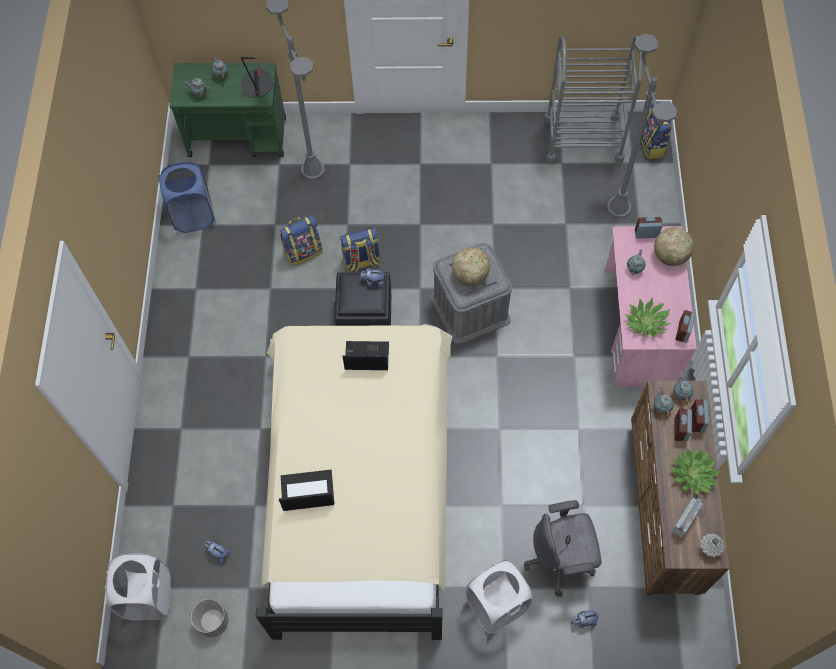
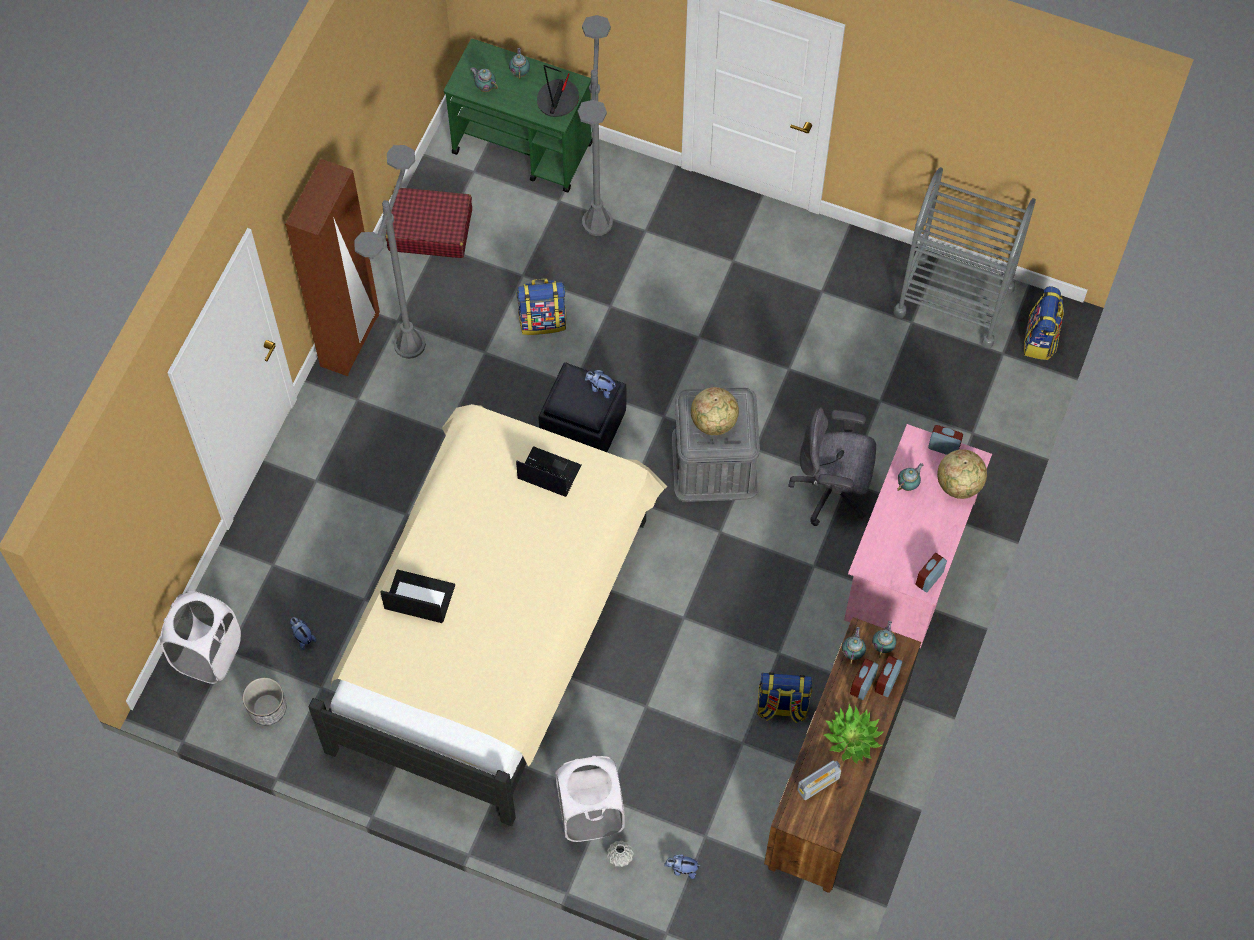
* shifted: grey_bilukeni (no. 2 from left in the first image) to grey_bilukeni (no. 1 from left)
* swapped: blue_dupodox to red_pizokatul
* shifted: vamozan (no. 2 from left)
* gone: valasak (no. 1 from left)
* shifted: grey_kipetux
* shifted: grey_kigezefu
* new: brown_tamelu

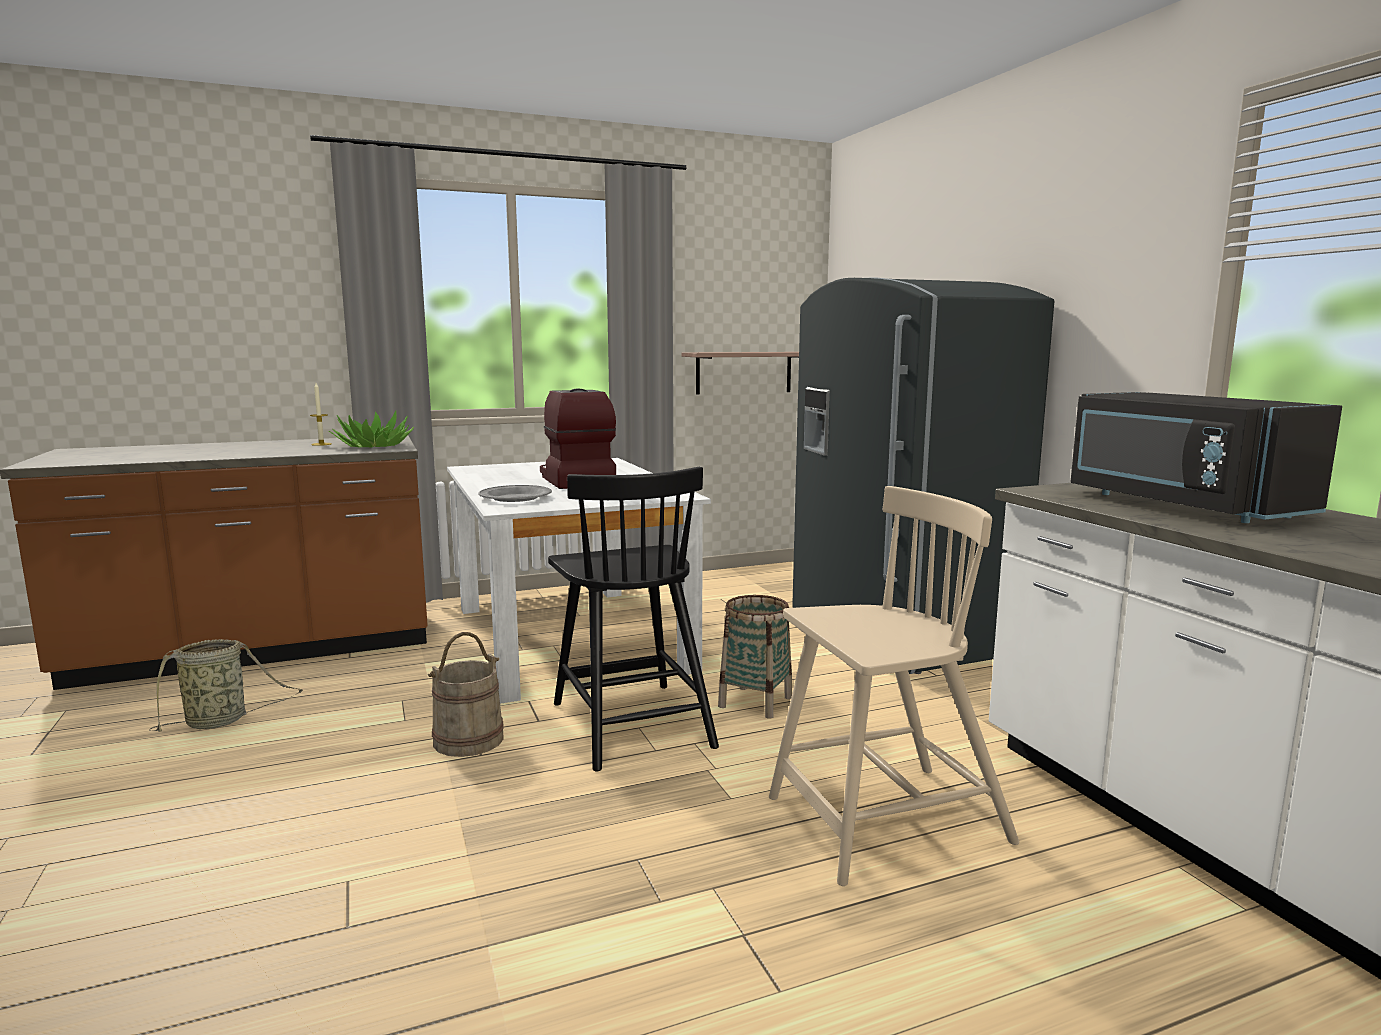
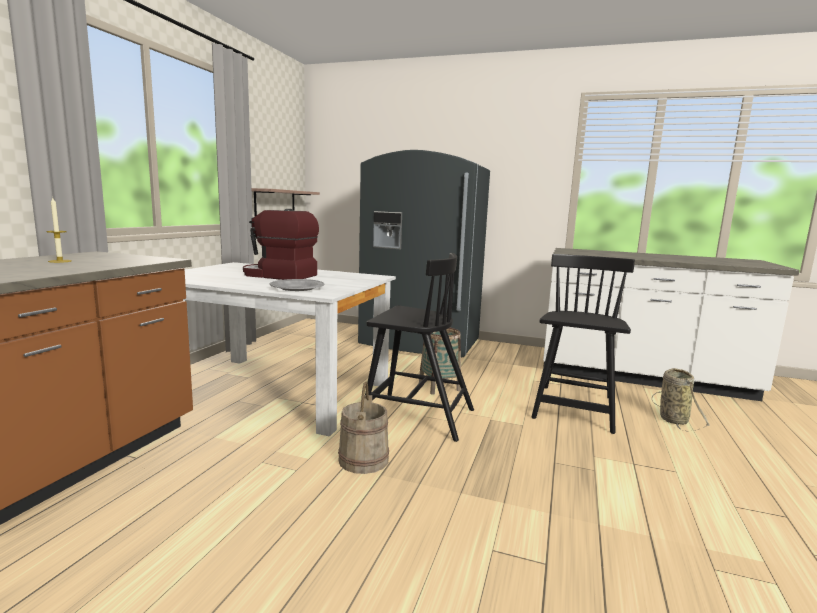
* gone: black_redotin
* gone: valasak
* repainted: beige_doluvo to black_doluvo (no. 2 from left)
* shifted: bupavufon (no. 1 from left in the first image) to bupavufon (no. 2 from left)

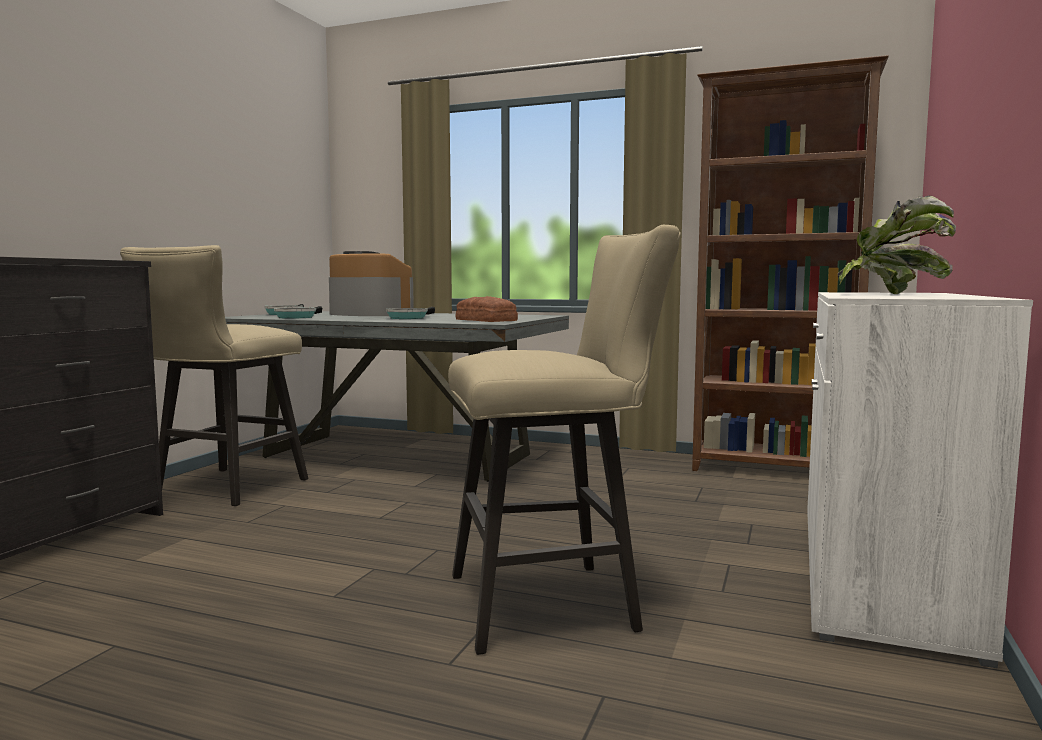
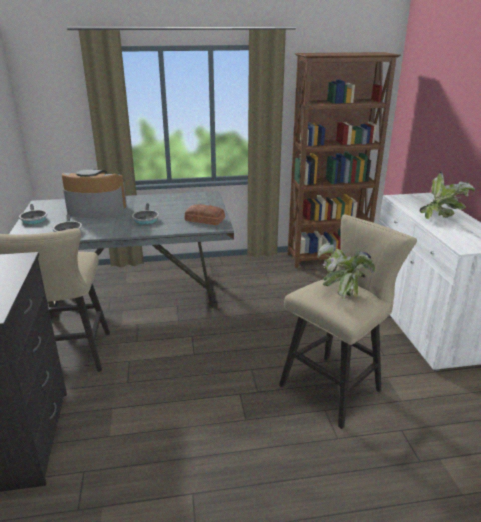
* new: valasak (no. 1 from left)

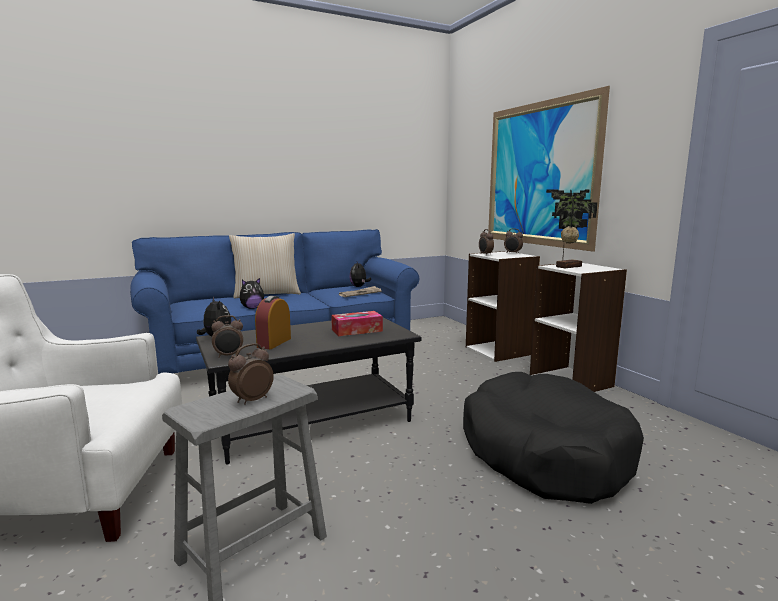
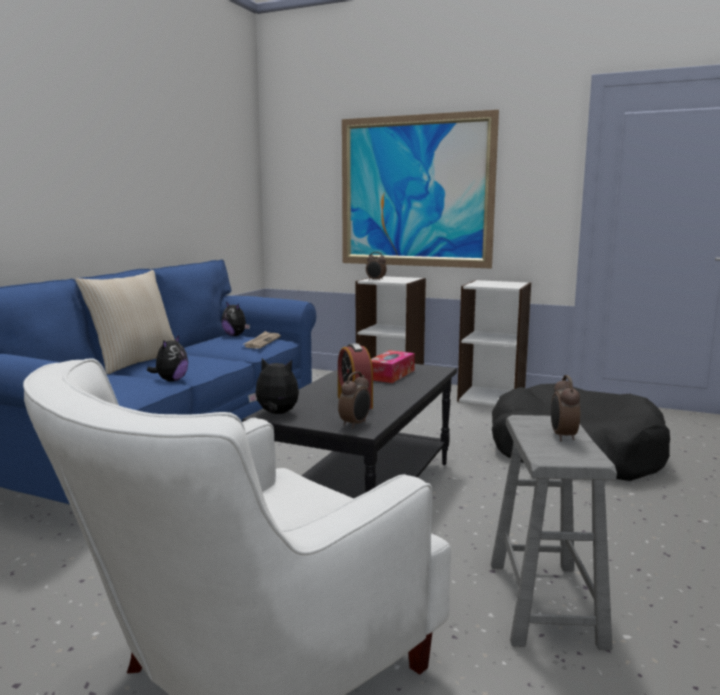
* gone: valasak
* gone: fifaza (no. 5 from left)

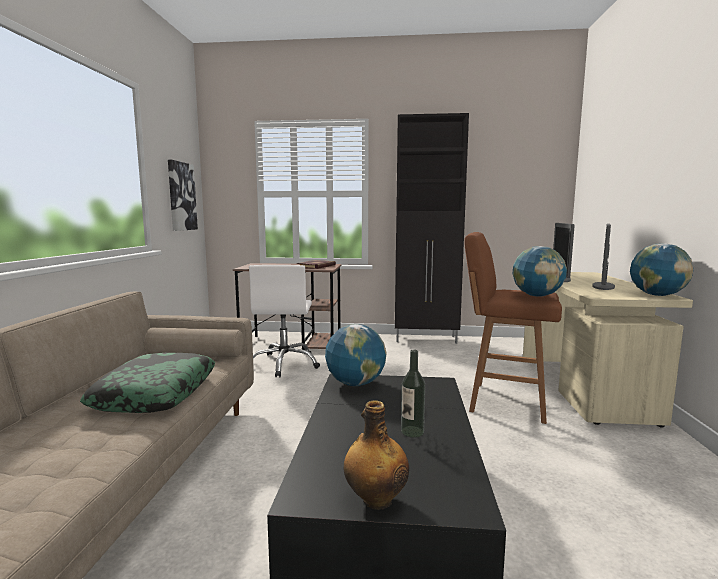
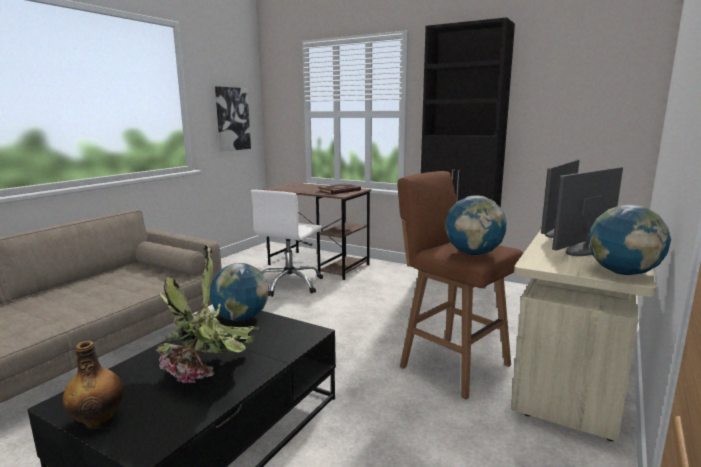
* swapped: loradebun (no. 2 from left) to valasak
* gone: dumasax

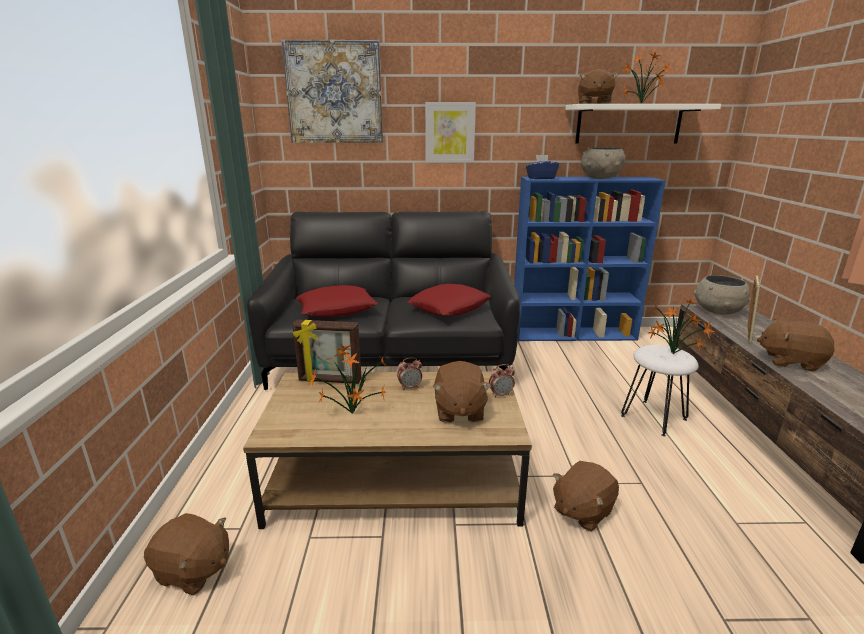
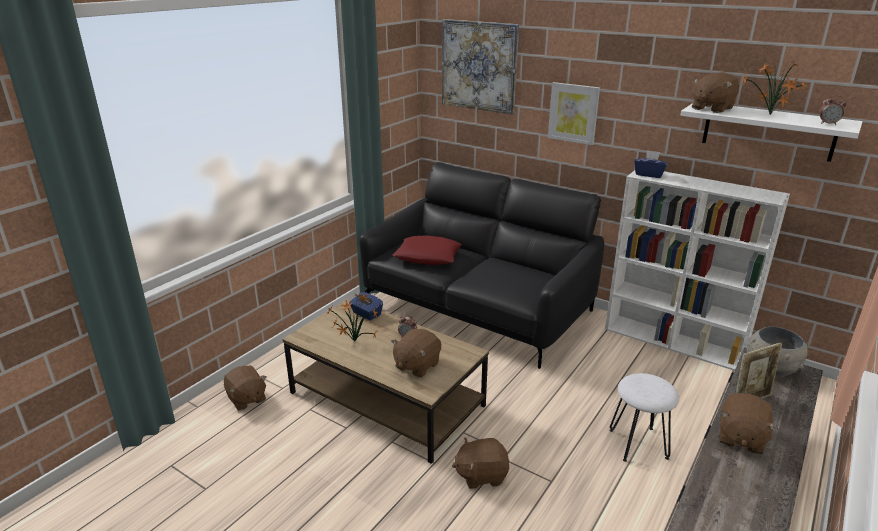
* gone: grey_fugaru (no. 1 from left)
* repainted: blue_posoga to white_posoga
* gone: red_dumasax (no. 2 from left)
* gone: valasak (no. 3 from left)
* rotated: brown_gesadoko (no. 5 from left) 120 degrees counterclockwise
* swapped: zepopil (no. 1 from left) to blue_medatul (no. 1 from left)
* shifted: fifaza (no. 2 from left)

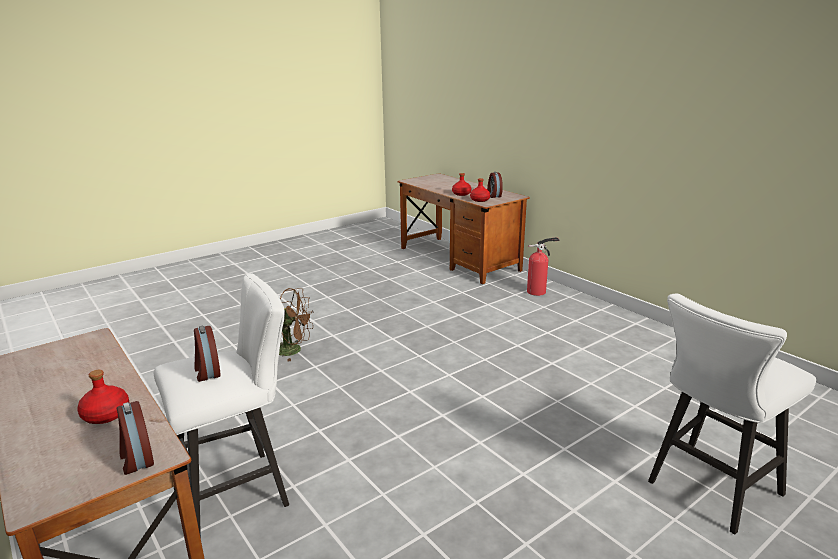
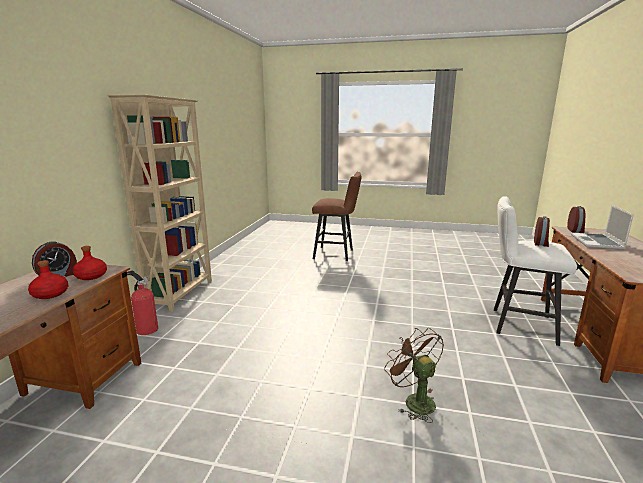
* repainted: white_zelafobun (no. 2 from left) to brown_zelafobun
* swapped: red_loradebun (no. 1 from left) to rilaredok
* new: beige_posoga

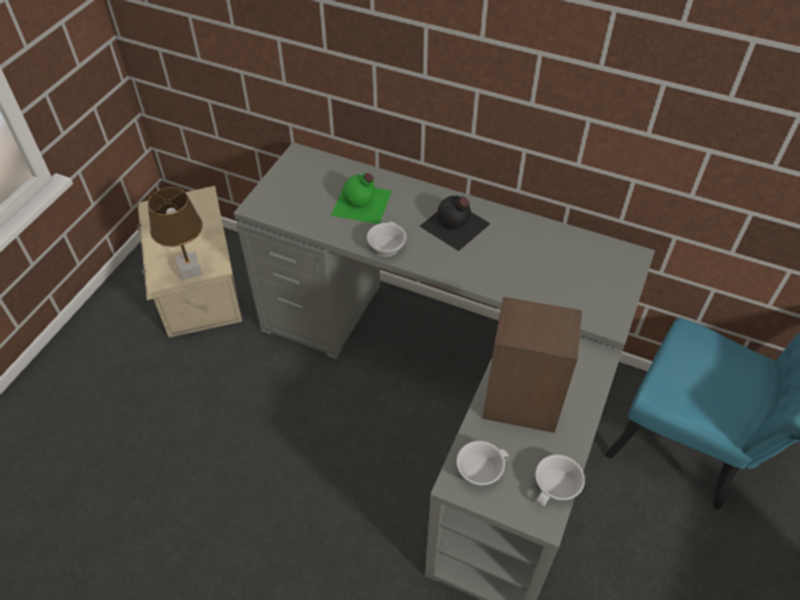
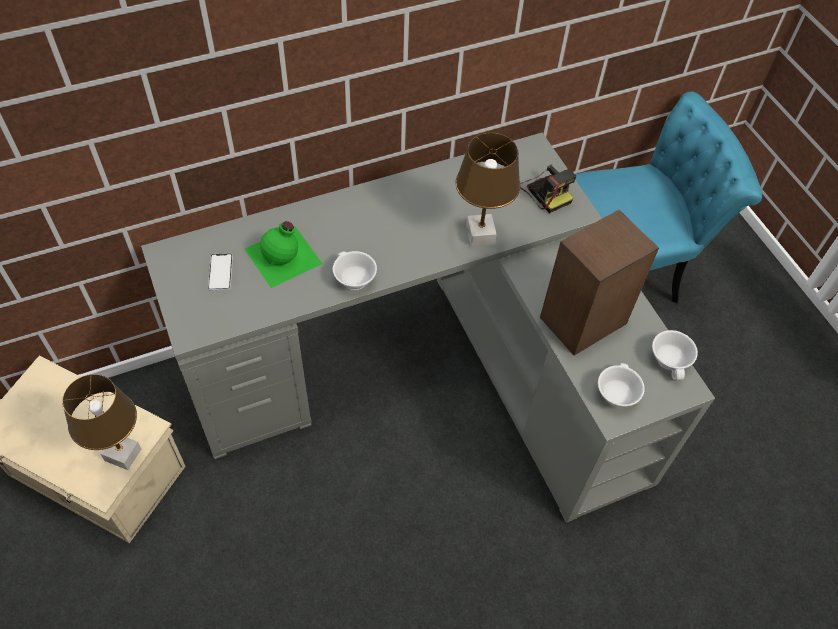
* gone: black_loradebun
* new: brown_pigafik (no. 2 from left)
* new: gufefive
* new: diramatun

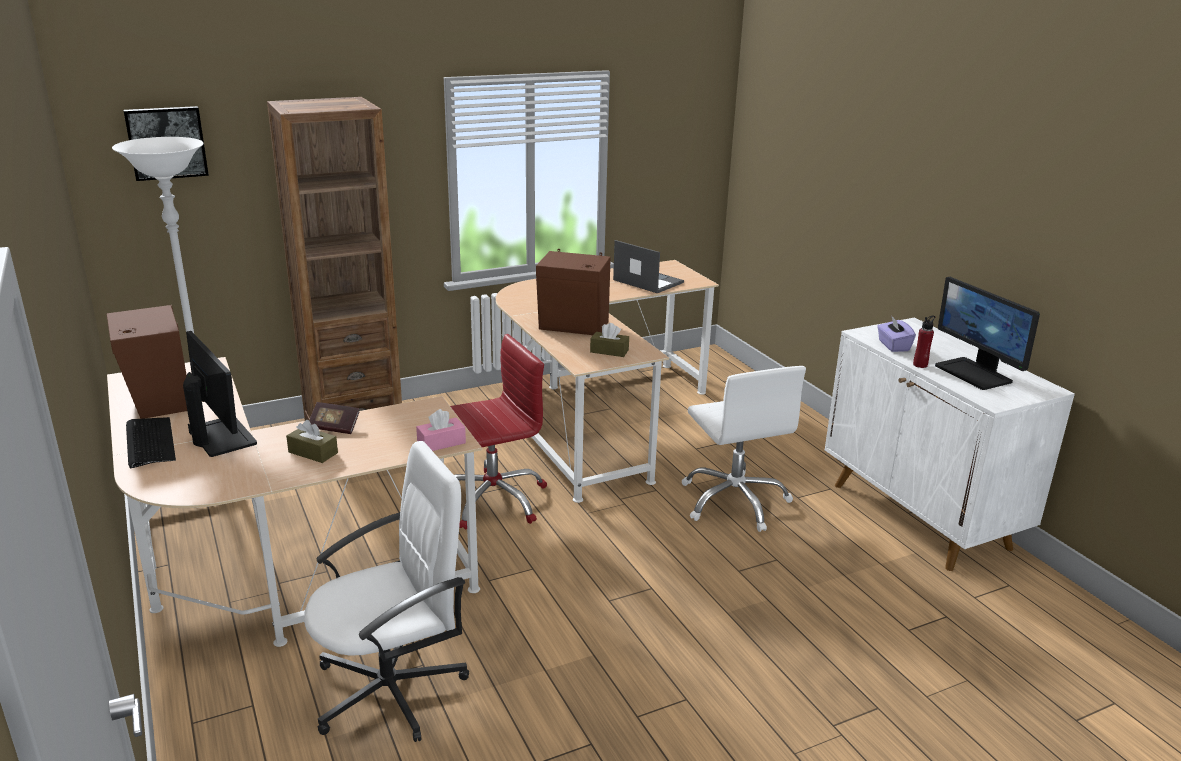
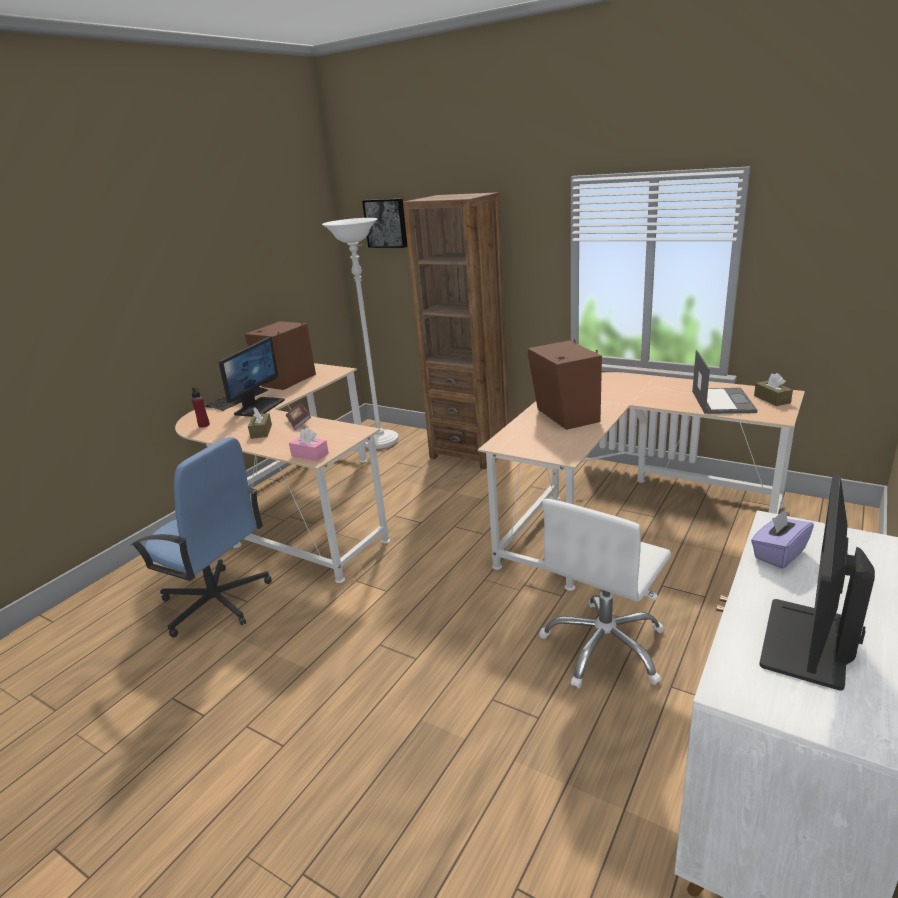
* shifted: red_loradebun
* shifted: brown_medatul (no. 2 from left)
* gone: red_kipetux
* repainted: white_kipetux (no. 1 from left) to blue_kipetux

